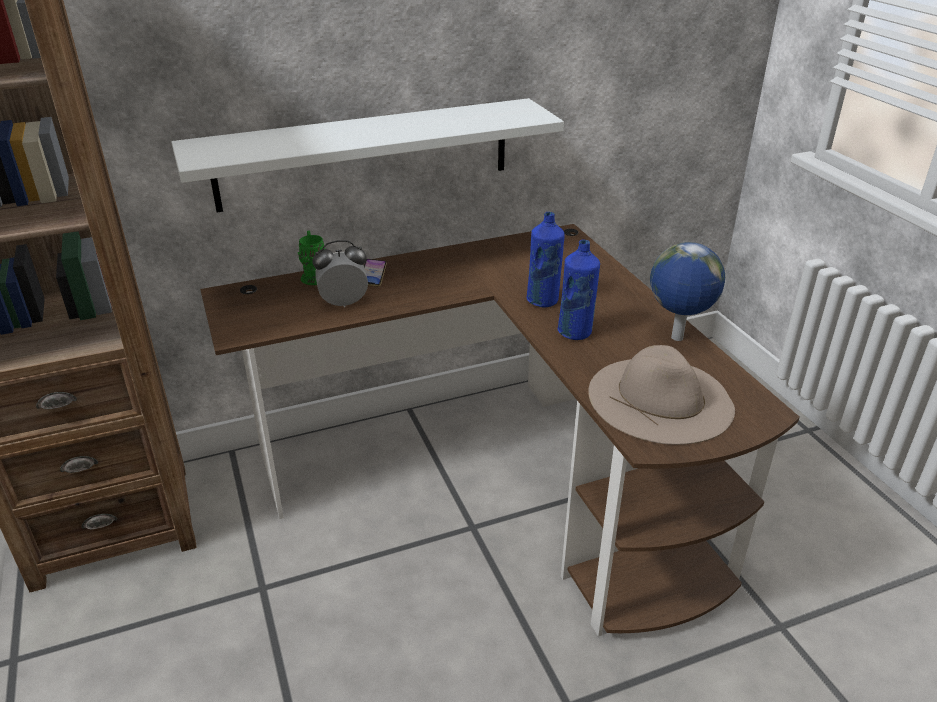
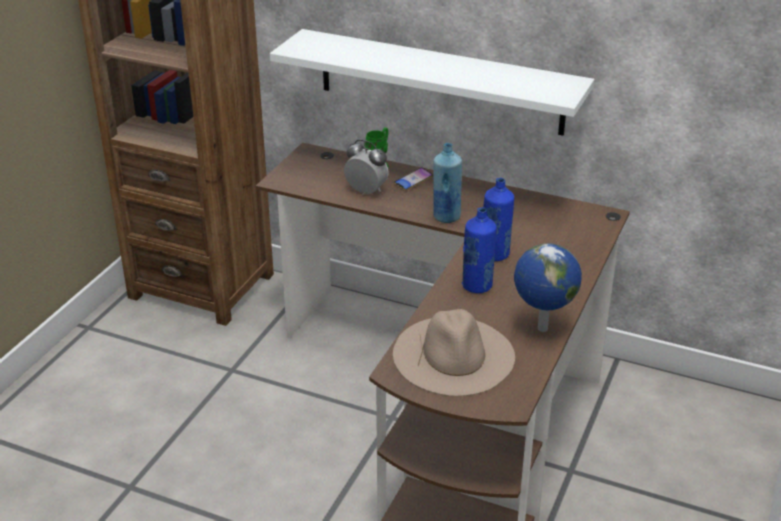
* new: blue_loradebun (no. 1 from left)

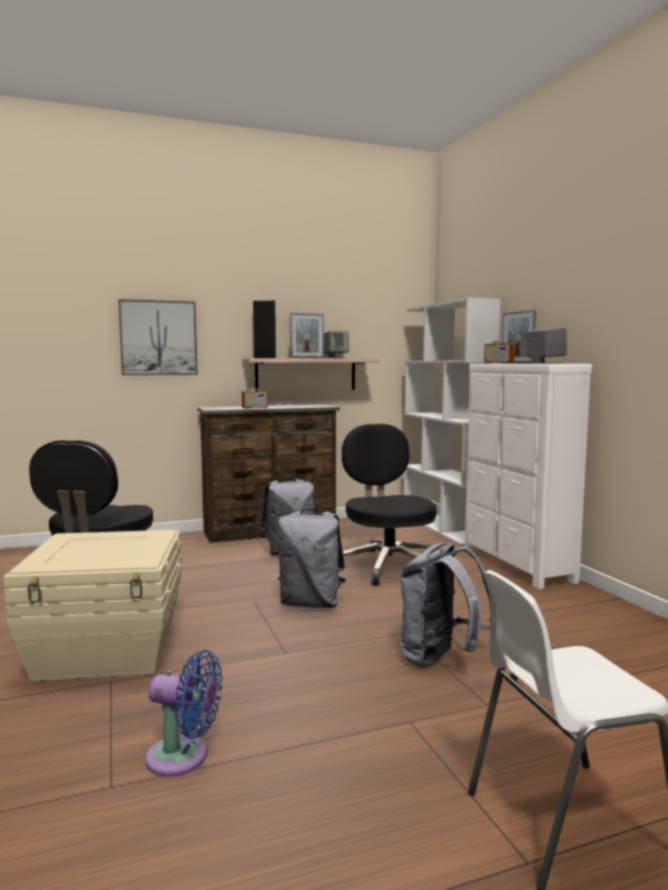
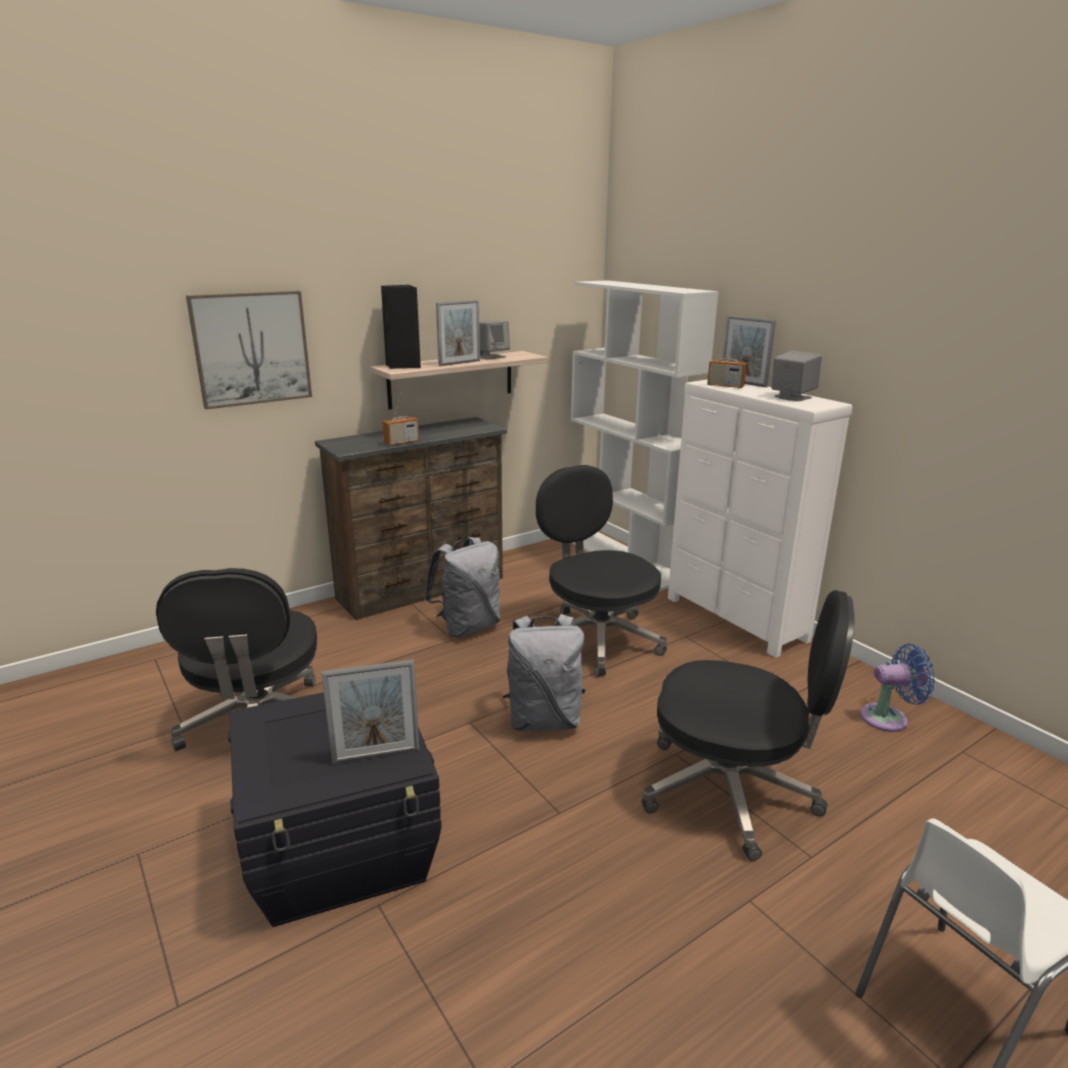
* repainted: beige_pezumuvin to black_pezumuvin
* swapped: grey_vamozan (no. 3 from left) to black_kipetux (no. 3 from left)
* shifted: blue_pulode
* new: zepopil (no. 1 from left)

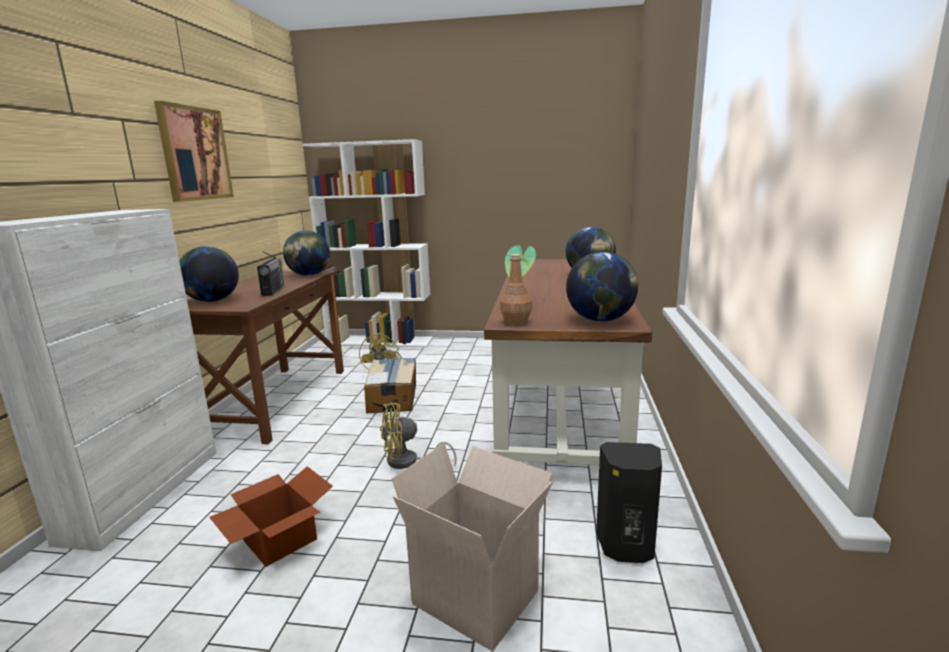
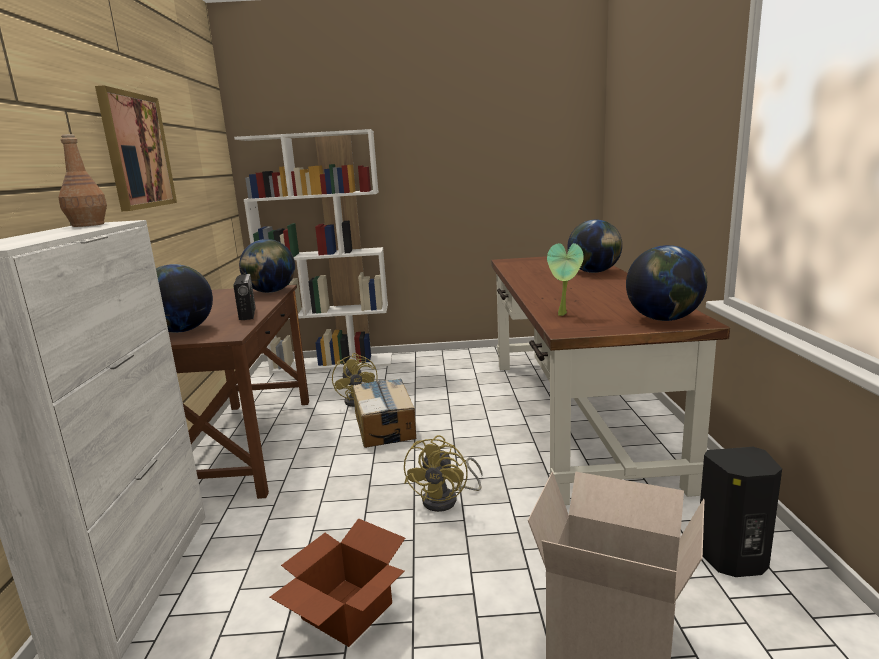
* shifted: brown_loradebun
* rotated: yellow_pulode (no. 2 from left) 45 degrees counterclockwise

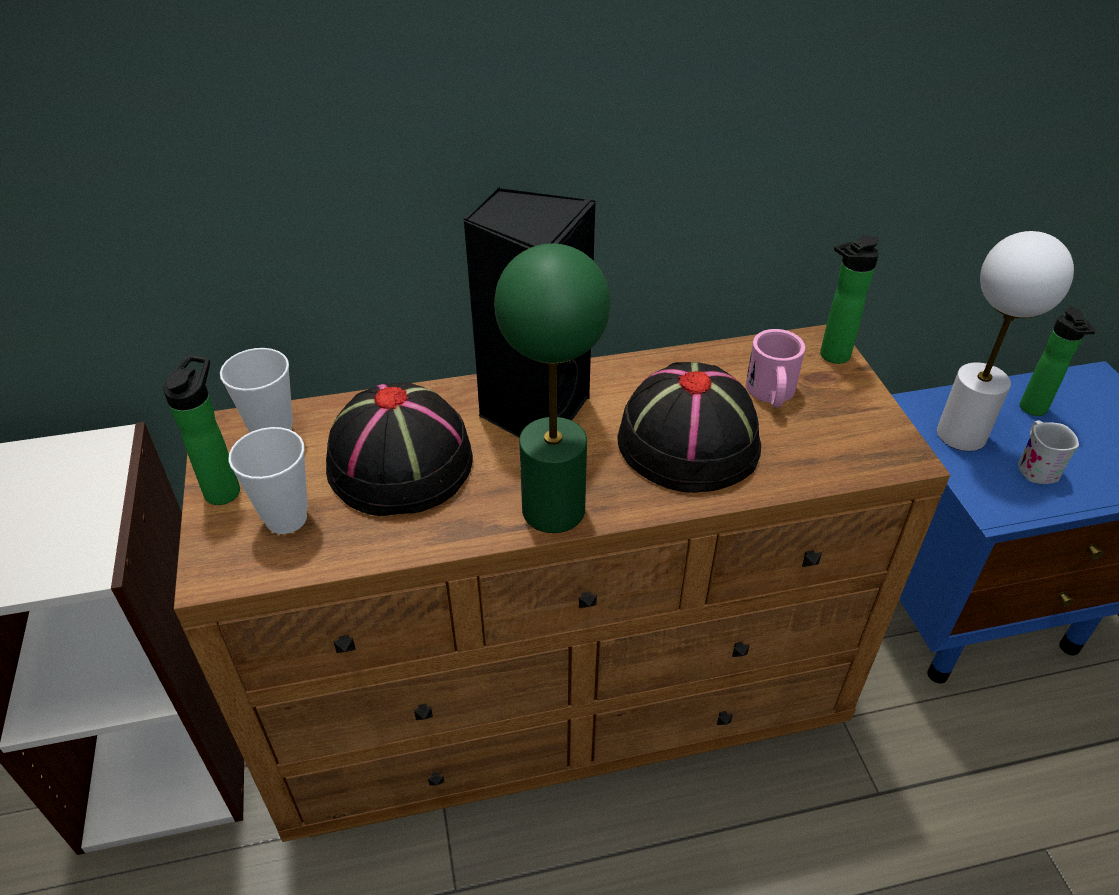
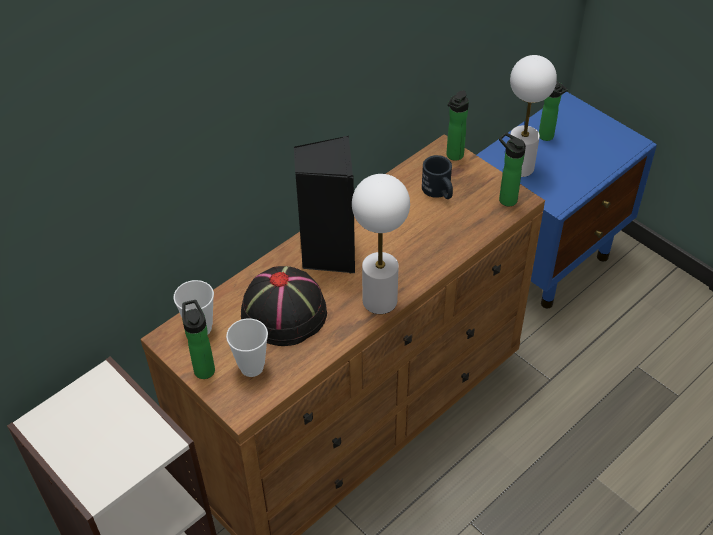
* repainted: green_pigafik to white_pigafik (no. 1 from left)
* repainted: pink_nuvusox to black_nuvusox
* gone: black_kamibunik (no. 2 from left)
* gone: white_nuvusox
* new: loradebun (no. 3 from left)

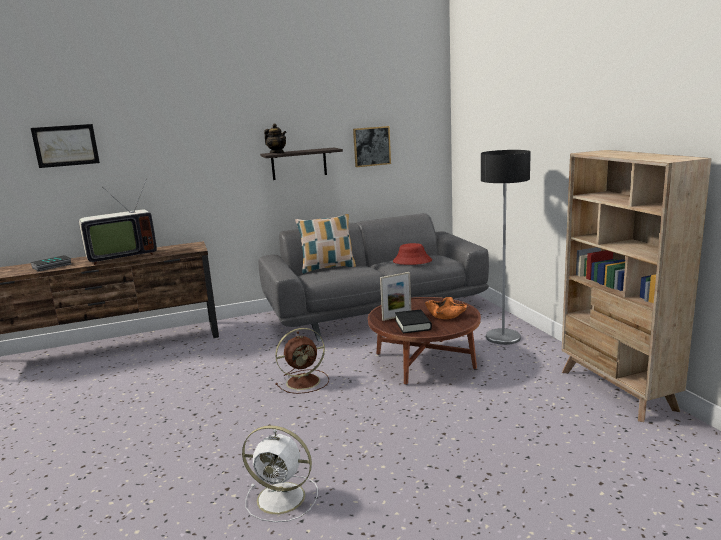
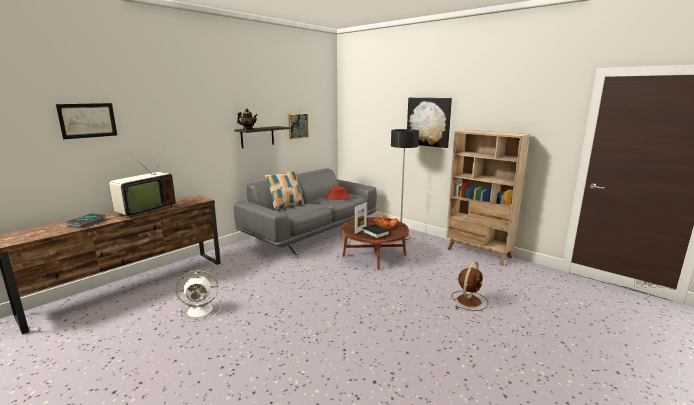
* shifted: brown_pulode
* shifted: white_pulode
* new: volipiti (no. 3 from left)

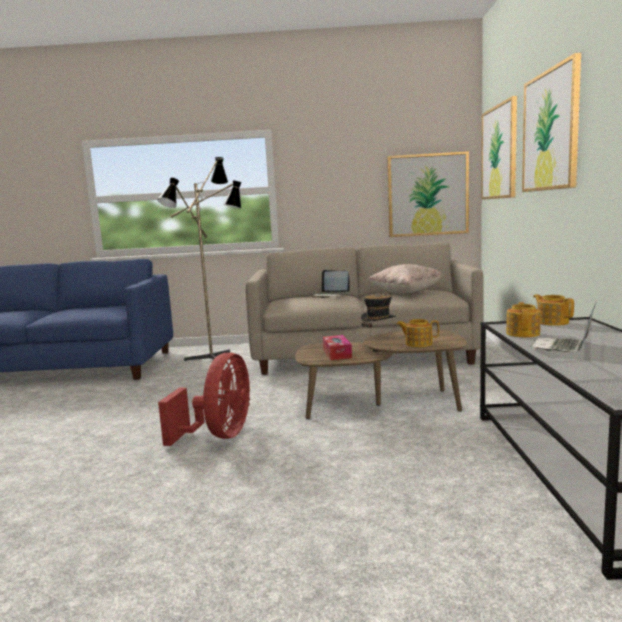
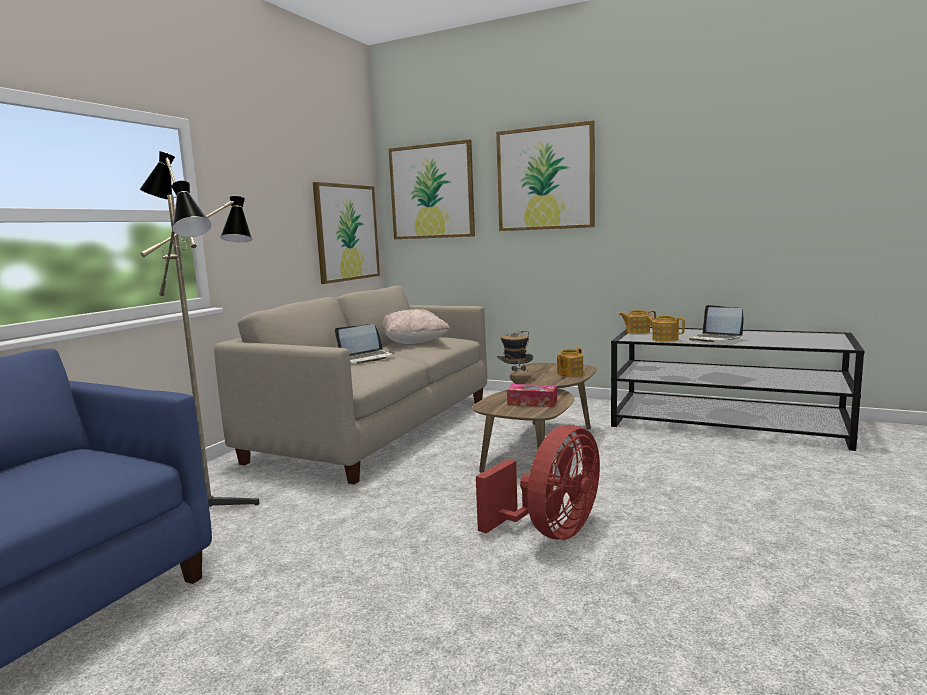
* rotated: red_pulode 90 degrees clockwise

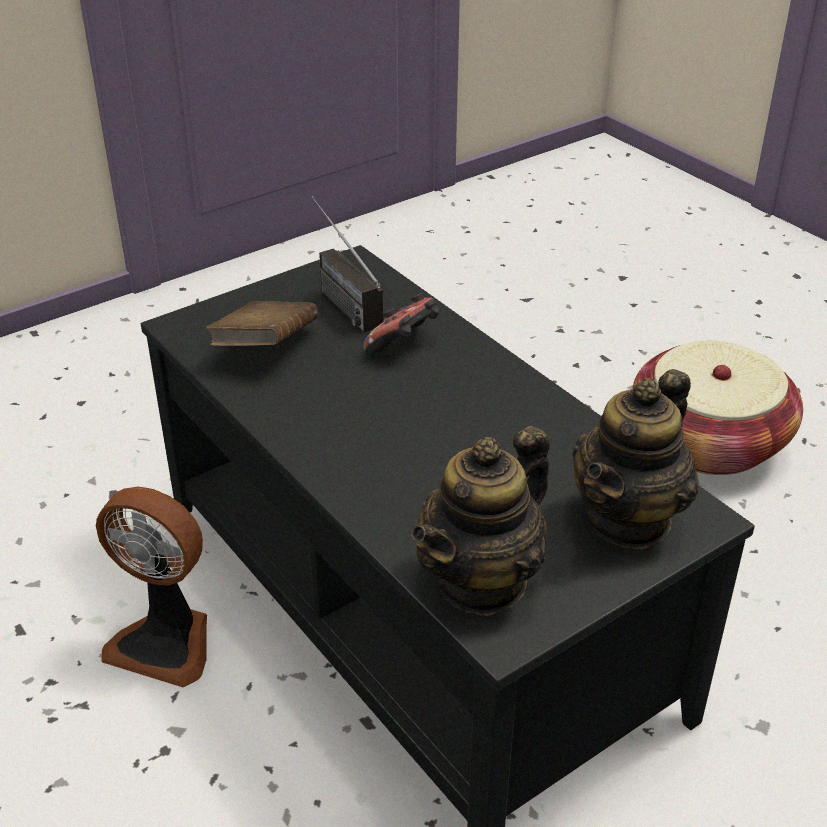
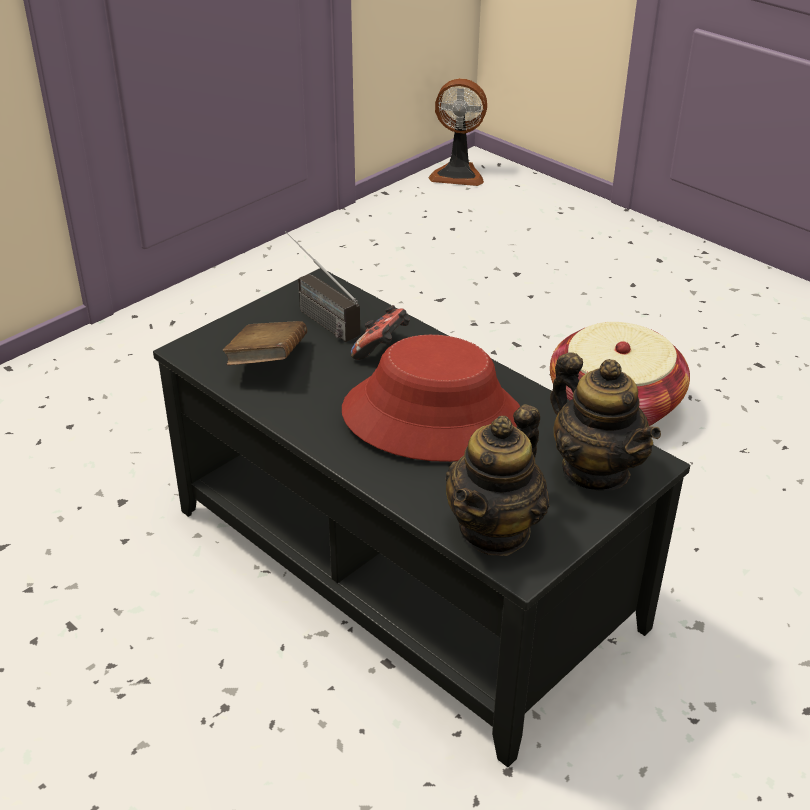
* rotated: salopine (no. 2 from left) 60 degrees counterclockwise
* shifted: pulode
* new: red_kamibunik

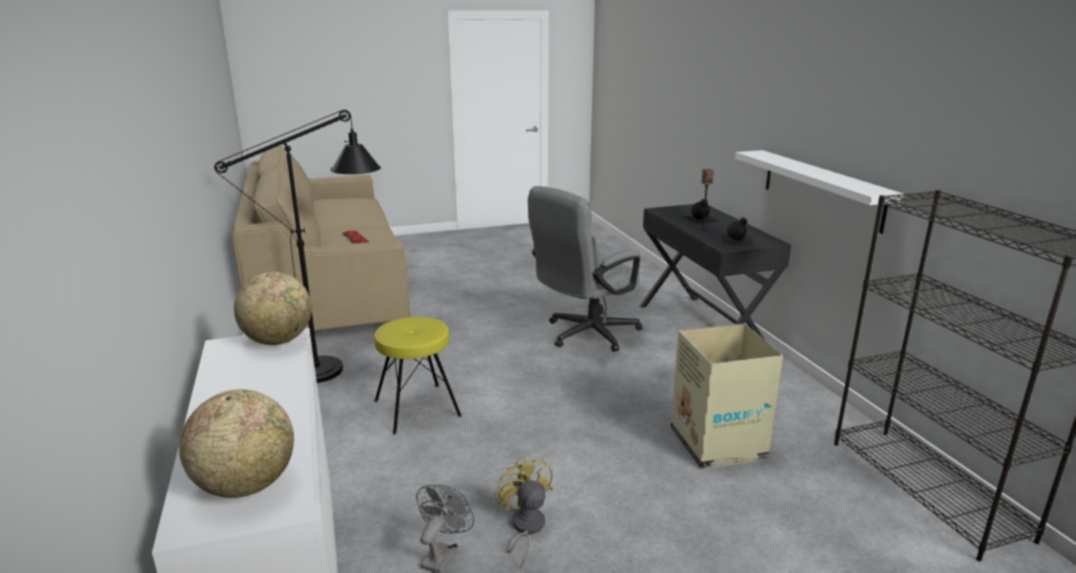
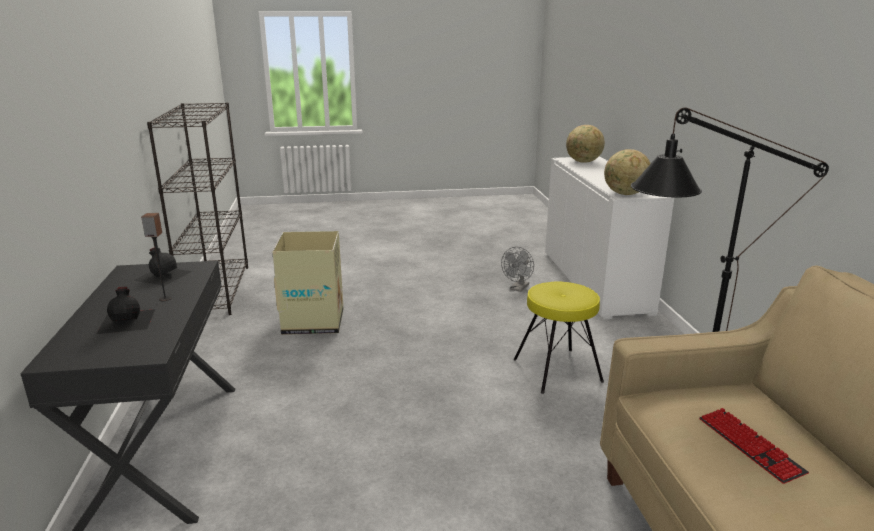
* gone: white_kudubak
* gone: grey_kipetux
* gone: yellow_pulode

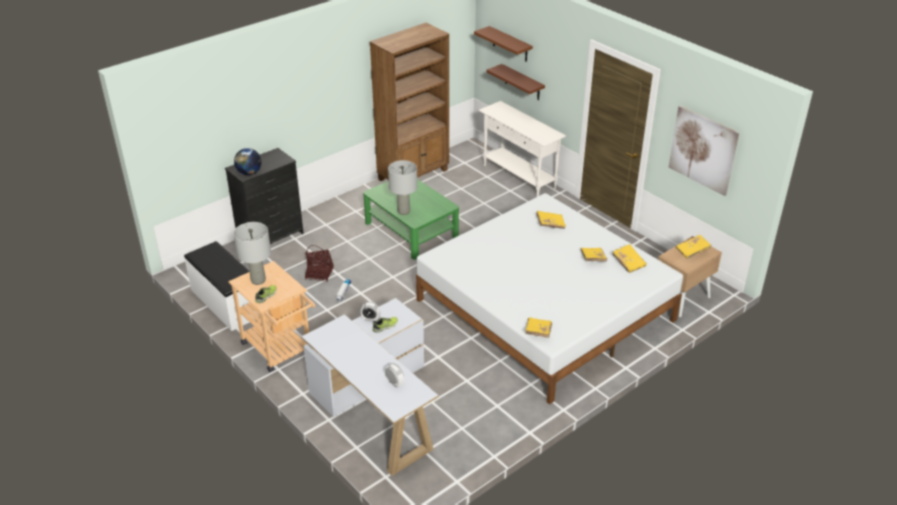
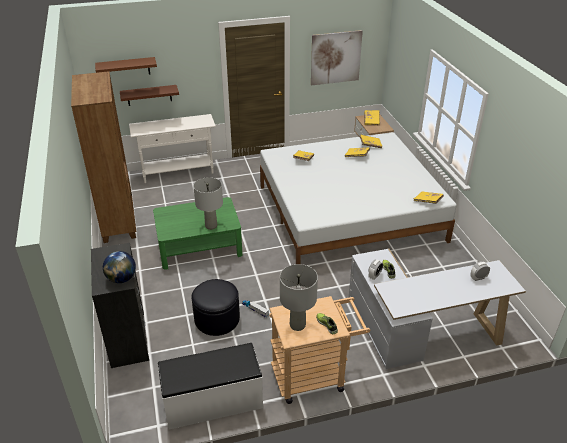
* swapped: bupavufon to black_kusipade

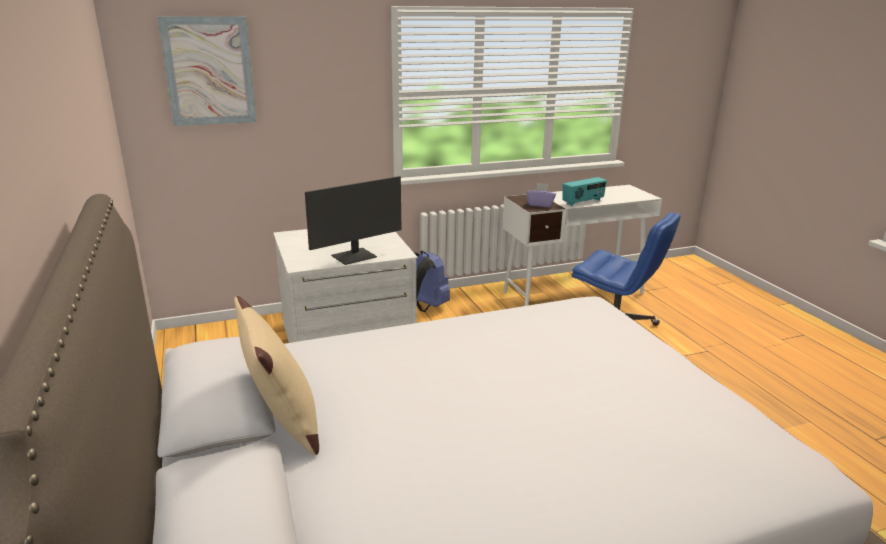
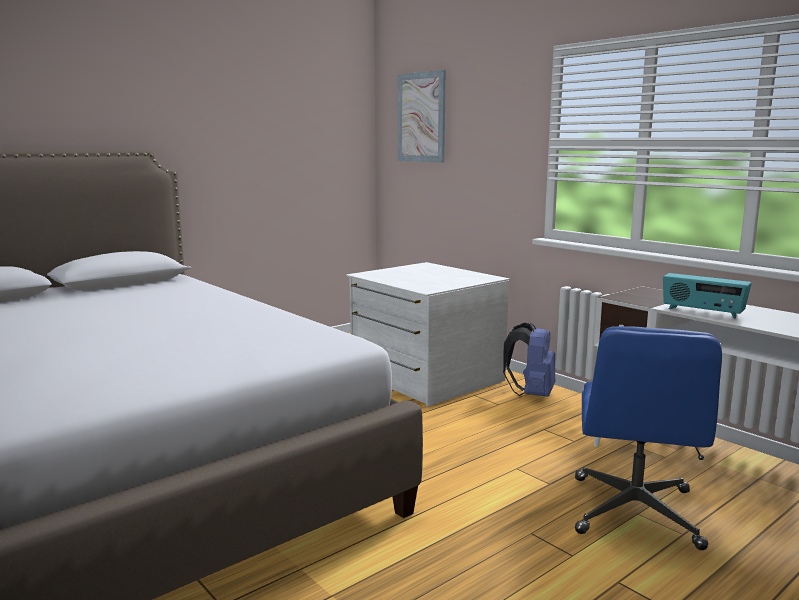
* gone: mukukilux
* gone: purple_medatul
* gone: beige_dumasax

